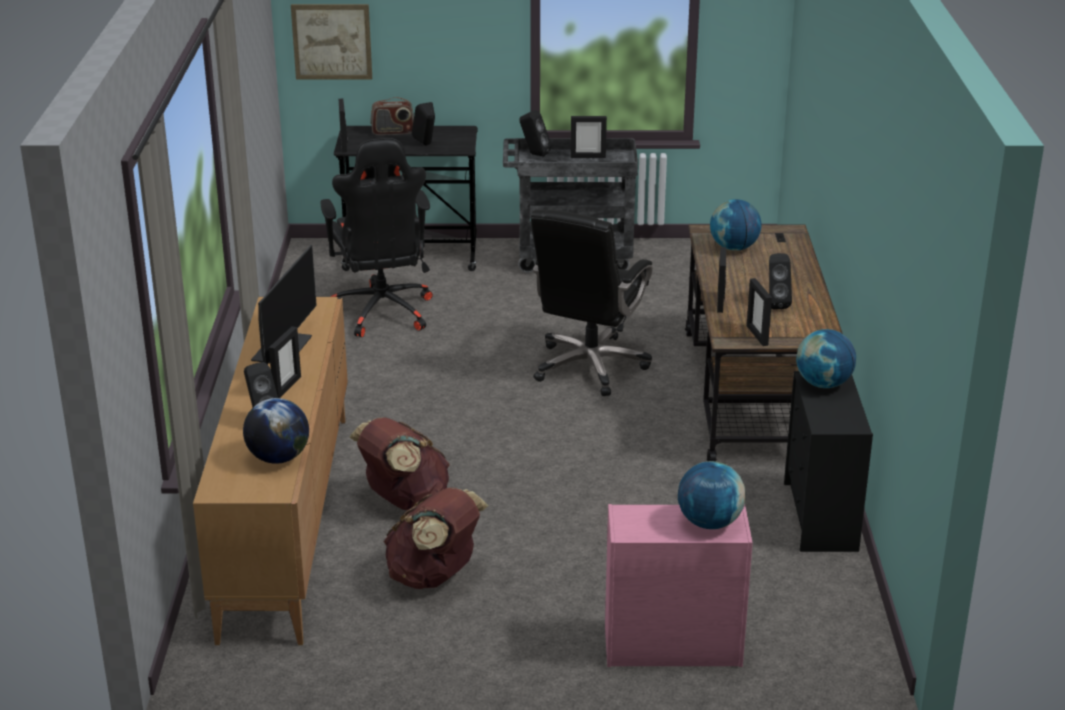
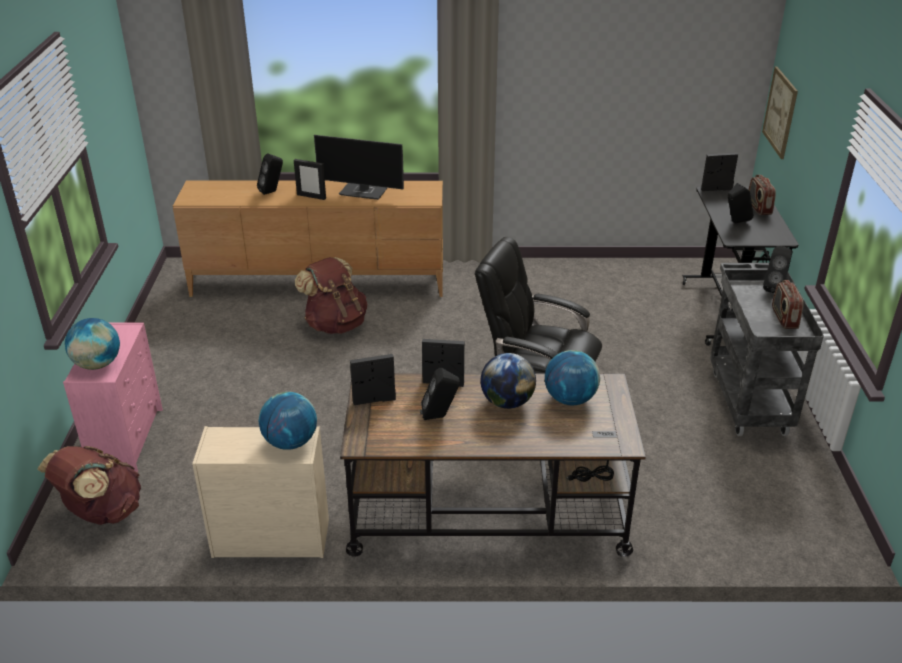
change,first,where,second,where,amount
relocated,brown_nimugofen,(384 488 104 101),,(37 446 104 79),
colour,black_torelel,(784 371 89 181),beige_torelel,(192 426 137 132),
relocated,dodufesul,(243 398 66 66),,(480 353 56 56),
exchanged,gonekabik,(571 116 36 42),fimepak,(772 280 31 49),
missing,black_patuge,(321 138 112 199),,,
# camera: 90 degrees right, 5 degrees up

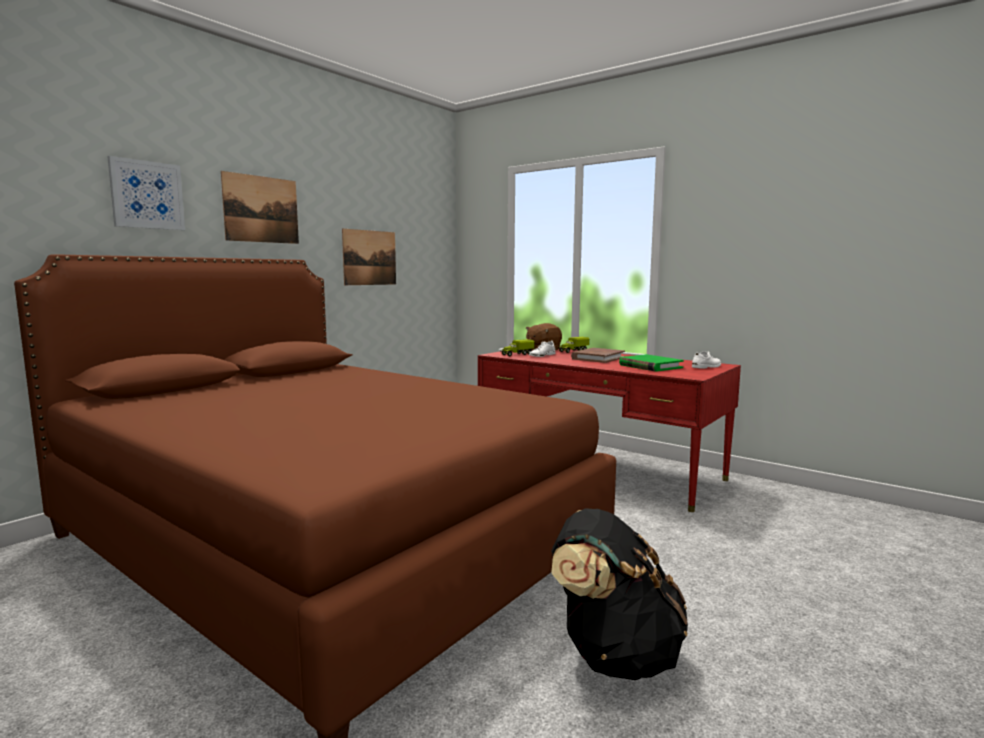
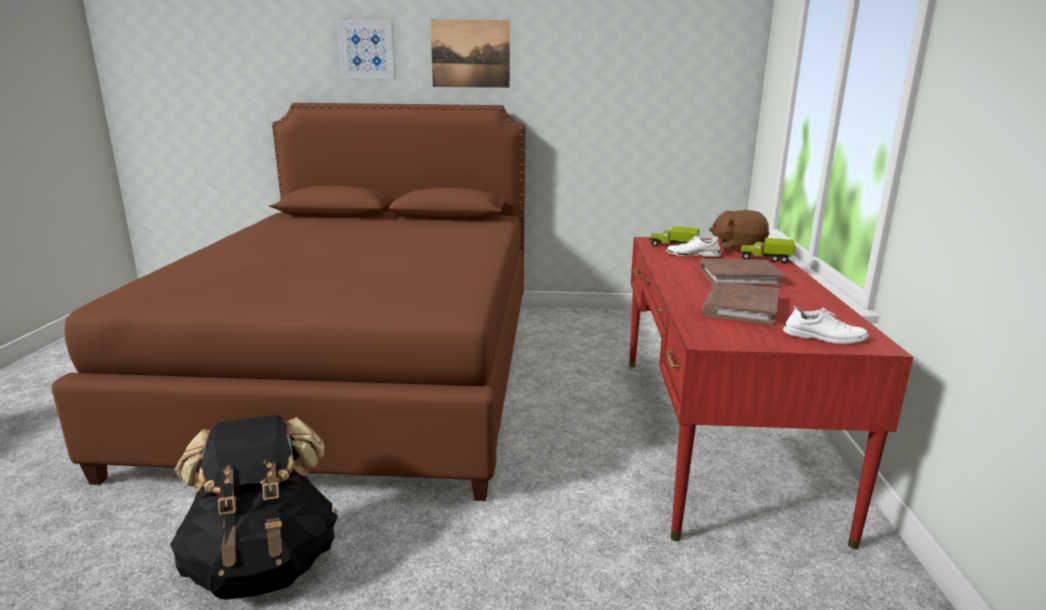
change,first,where,second,where,amount
colour,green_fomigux,(619 354 65 18),brown_fomigux,(702 282 77 44),
missing,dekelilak,(342 229 54 56),,,
# camera: 55 degrees right, 10 degrees up

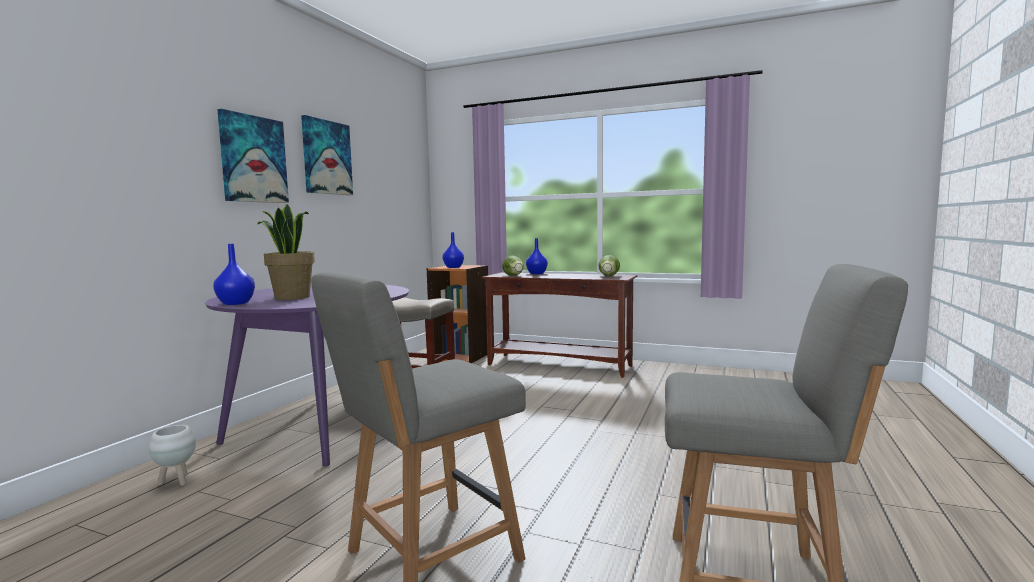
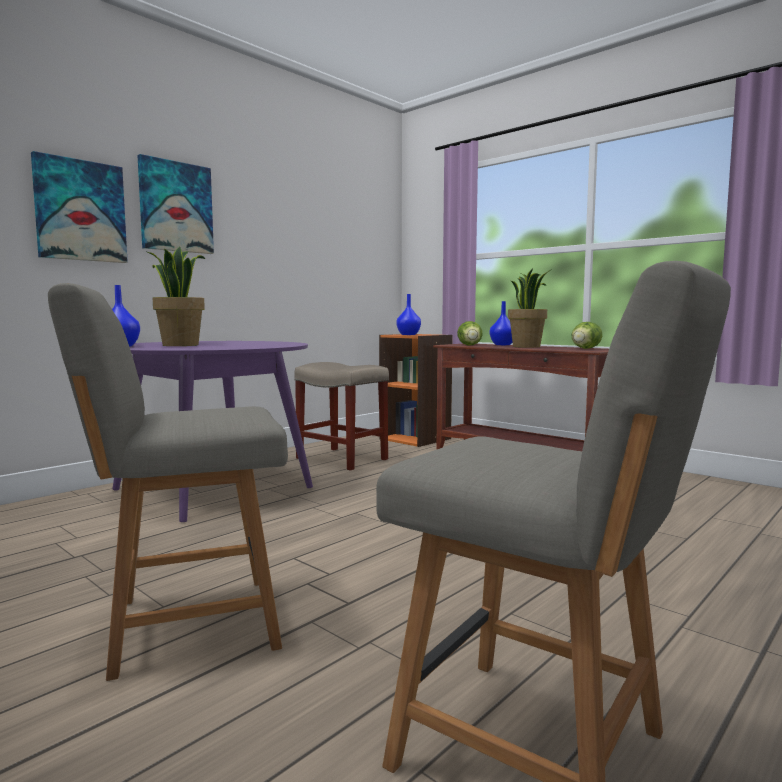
change,first,where,second,where,amount
relocated,dekelilak,(301 115 52 80),,(31 151 97 112),
appeared,,,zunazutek,(508 268 44 80),
missing,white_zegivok,(149 425 47 61),,,
# camera: 20 degrees right, 0 degrees up

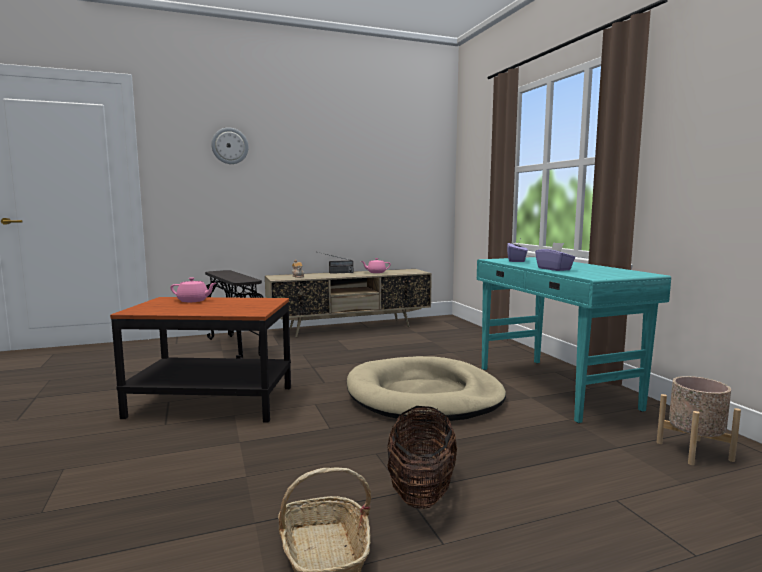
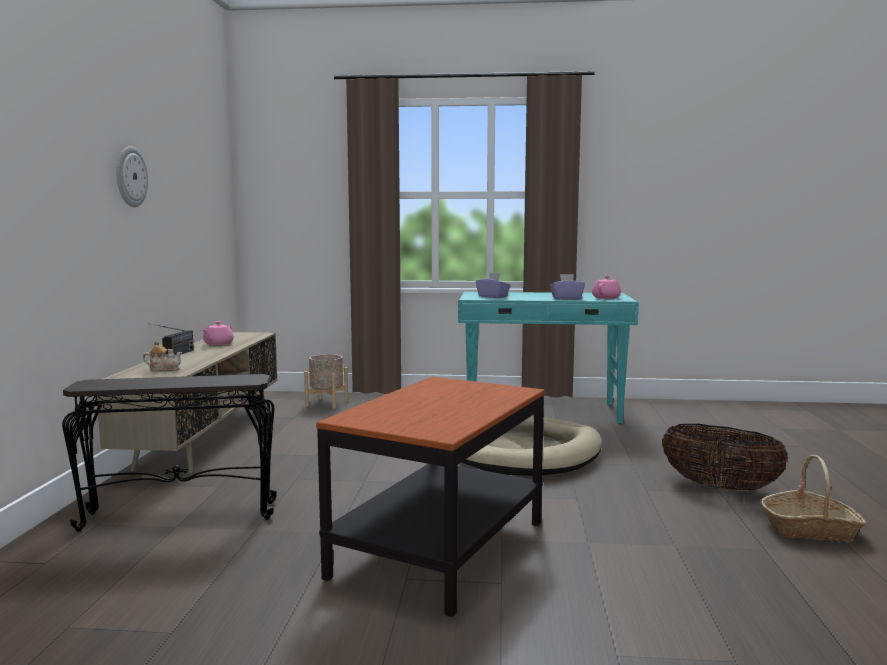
change,first,where,second,where,amount
relocated,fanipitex,(211 127 38 37),,(116 146 32 61),
relocated,beige_zegivok,(657 376 84 89),,(304 354 44 55),
relocated,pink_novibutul,(170 277 46 25),,(592 276 29 23),
# camera: 65 degrees left, 0 degrees up

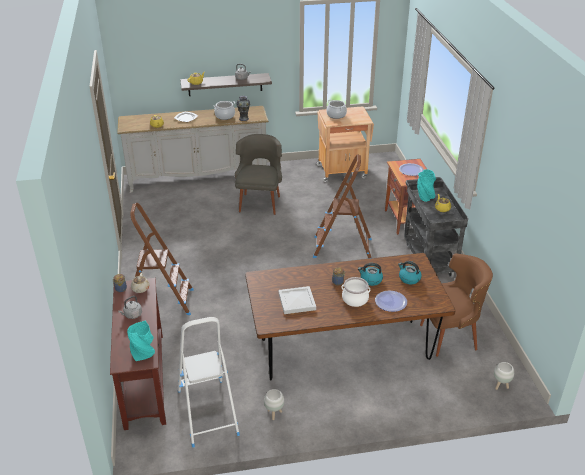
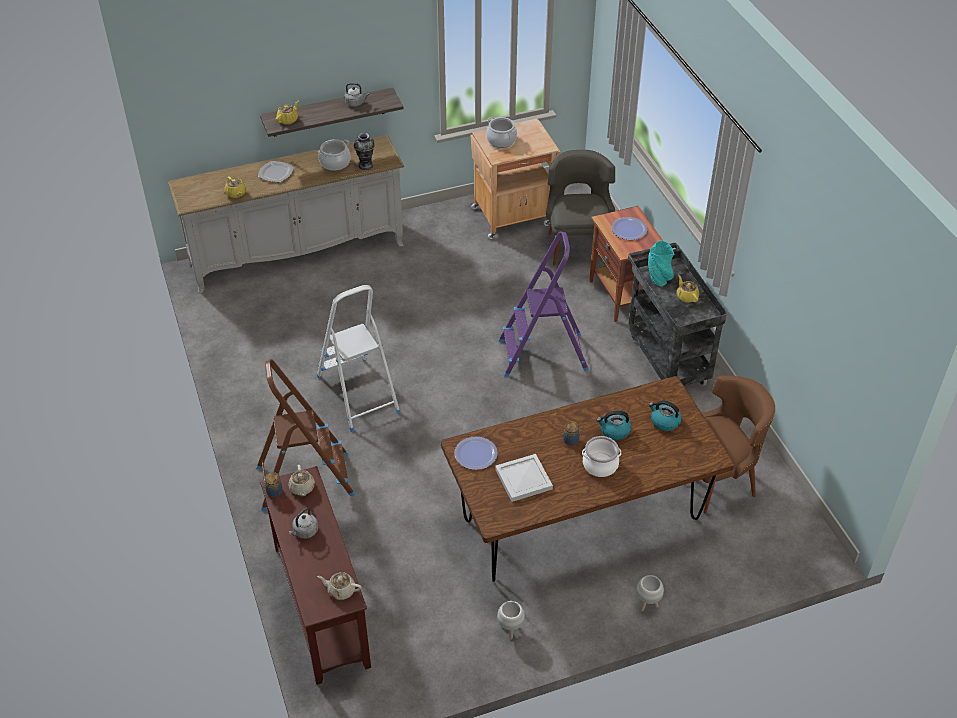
change,first,where,second,where,amount
relocated,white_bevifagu,(178 317 62 130),,(317 285 83 147),
exchanged,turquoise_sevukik,(127 321 28 40),beige_novibutul,(317 572 44 28),
relocated,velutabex,(375 291 32 21),,(454 437 44 33),
colour,brown_bevifagu,(313 154 59 105),purple_bevifagu,(498 231 91 146),
relocated,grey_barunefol,(235 134 47 81),,(546 150 69 116),
relocated,white_zegivok,(494 362 20 28),,(637 575 27 36),
# camera: 10 degrees left, 10 degrees up

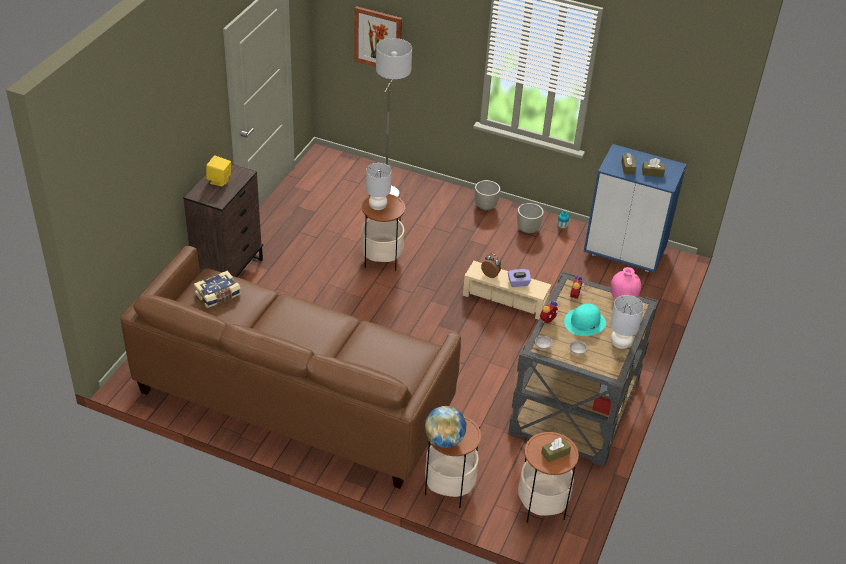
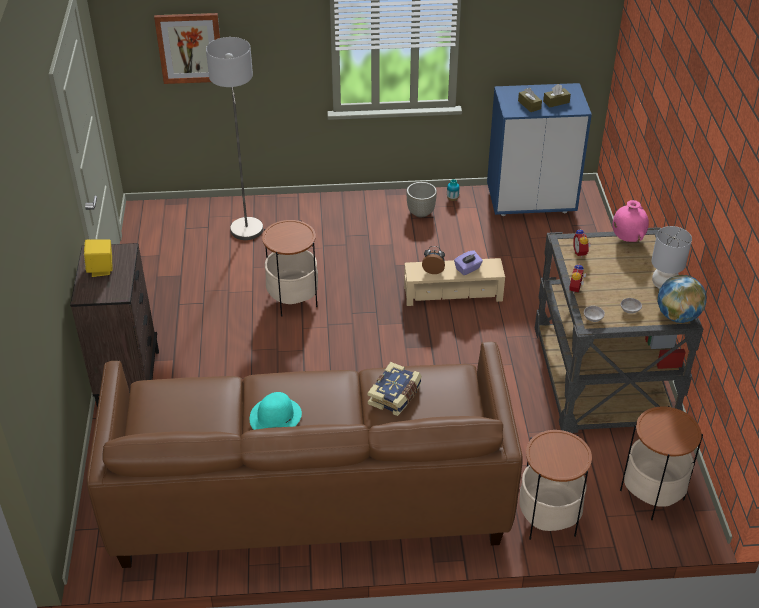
change,first,where,second,where,amount
relocated,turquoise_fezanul,(564 304 42 32),,(250 392 52 38),
relocated,fomigux,(194 271 47 37),,(368 362 54 54),
relocated,dodufesul,(425 406 41 42),,(657 275 50 48),
missing,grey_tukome,(366 163 25 47),,,
missing,grey_zegivok,(475 180 25 31),,,
missing,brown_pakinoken,(541 438 30 25),,,
# camera: 25 degrees left, 0 degrees up

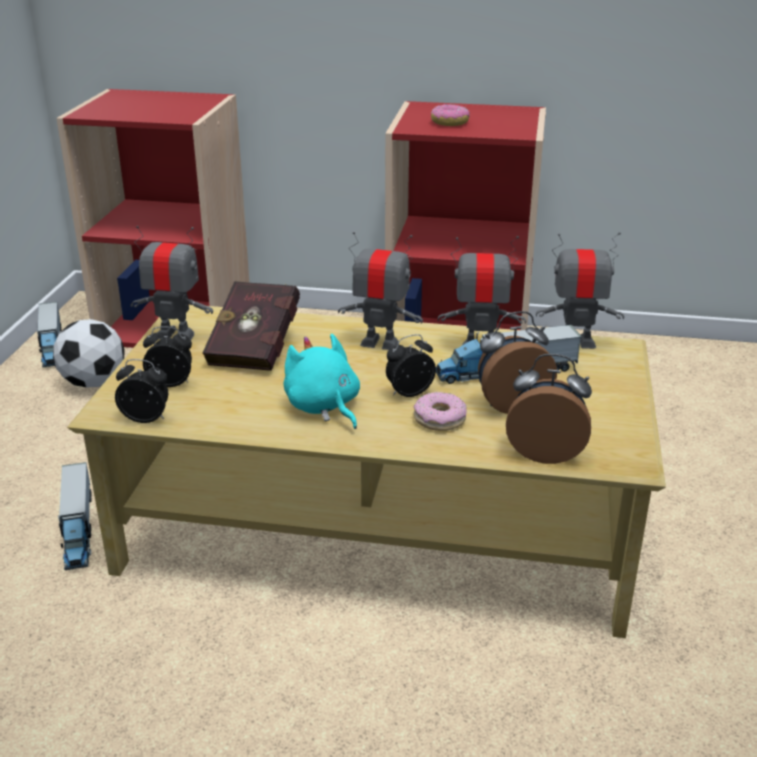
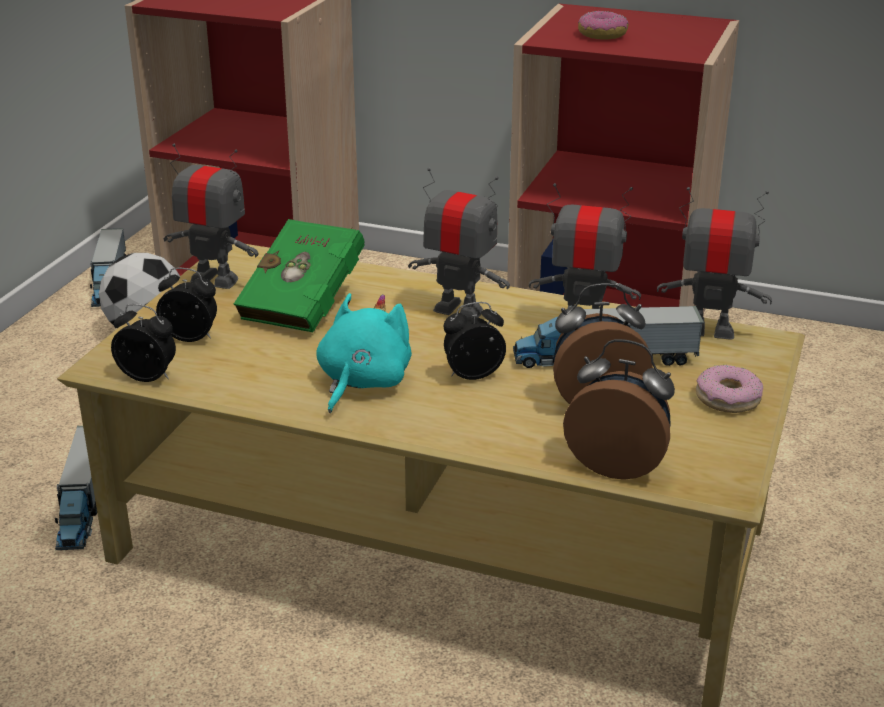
change,first,where,second,where,amount
colour,red_fomigux,(203 281 97 90),green_fomigux,(234 219 131 113),
spun,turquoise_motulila,(284 334 76 95),,(316 293 96 120),45 degrees clockwise
relocated,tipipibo,(414 392 53 39),,(696 365 67 48),
# camera: 10 degrees right, 0 degrees up

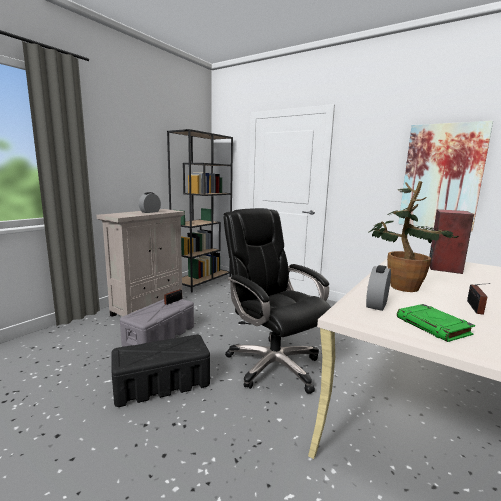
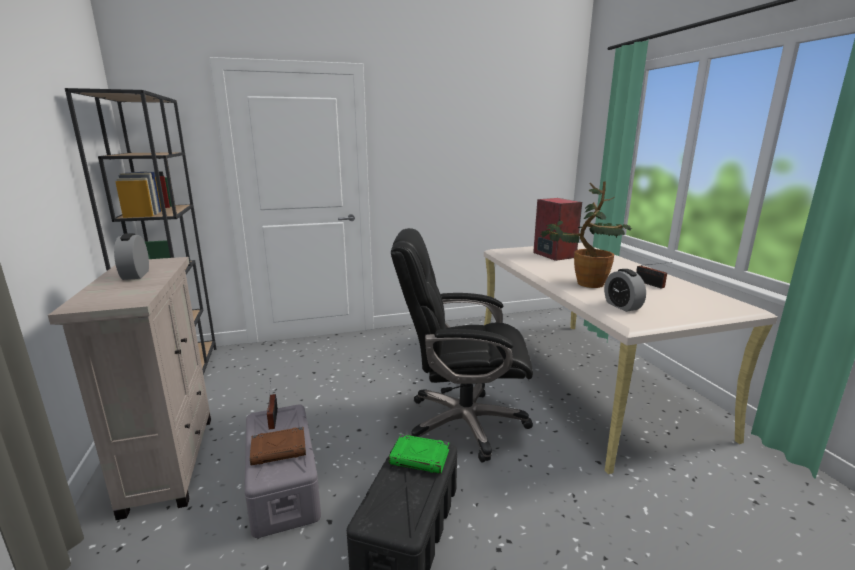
change,first,where,second,where,amount
appeared,,,brown_fomigux,(250 427 56 39),
relocated,green_fomigux,(397 304 78 38),,(389 434 60 40),
missing,dekelilak,(398 121 95 110),,,
# camera: 50 degrees left, 5 degrees up

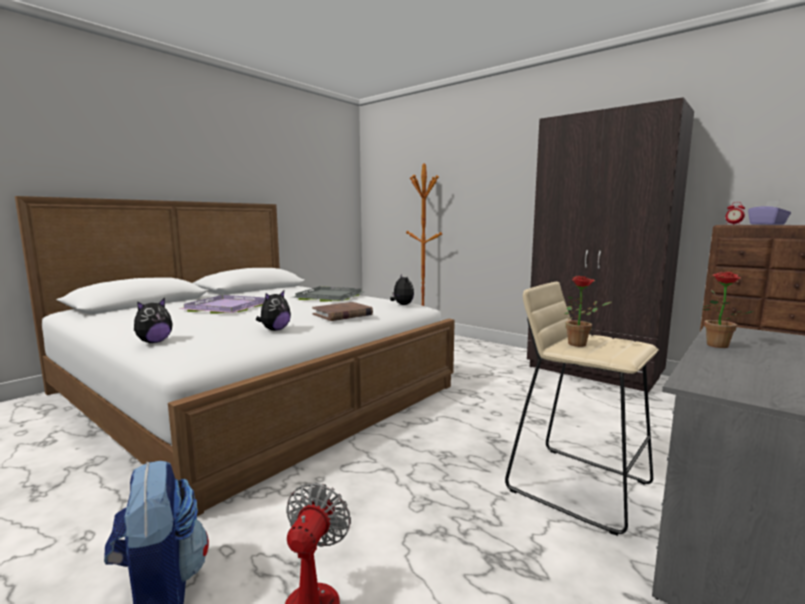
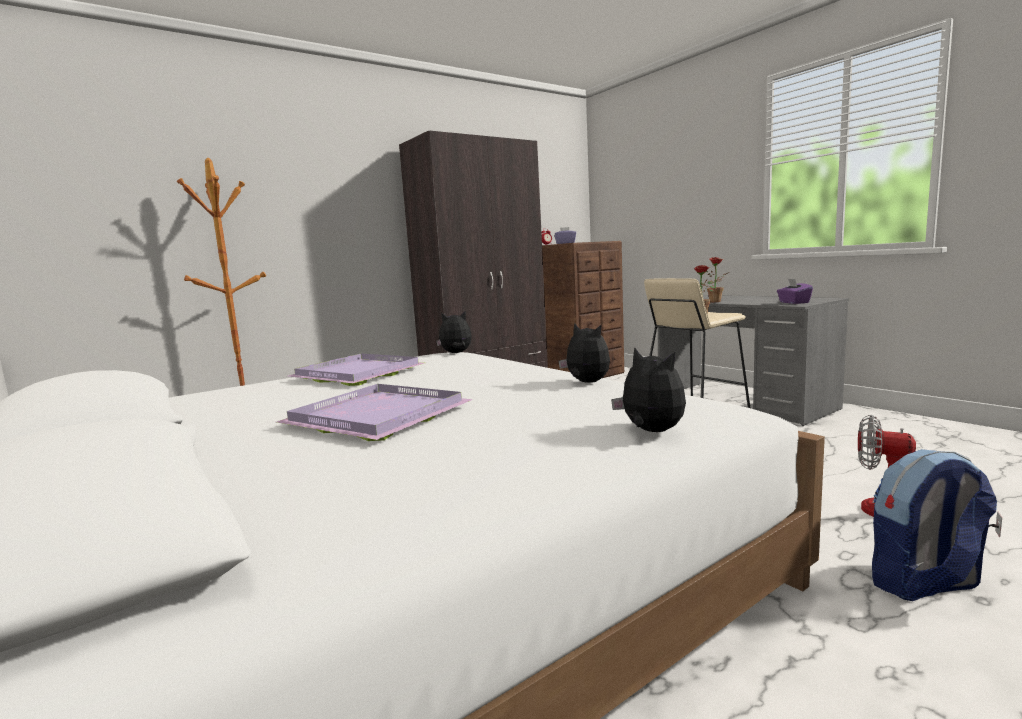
change,first,where,second,where,amount
colour,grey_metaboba,(291 286 73 16),purple_metaboba,(288 354 136 32),
appeared,,,purple_pakinoken,(777 278 36 26),
missing,brown_fomigux,(312 302 61 19),,,
# camera: 75 degrees left, 0 degrees up

